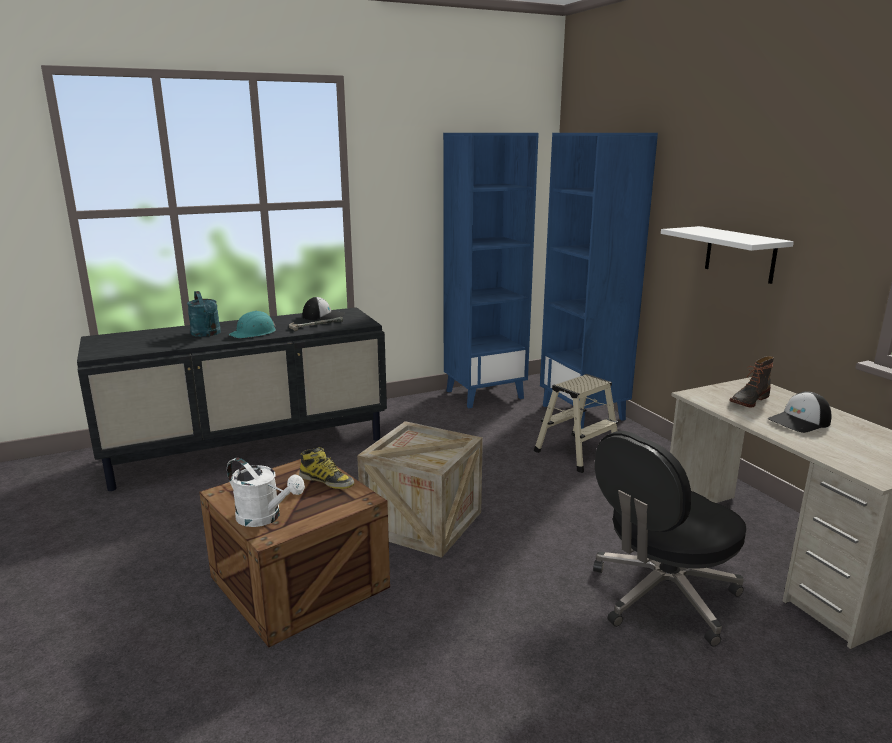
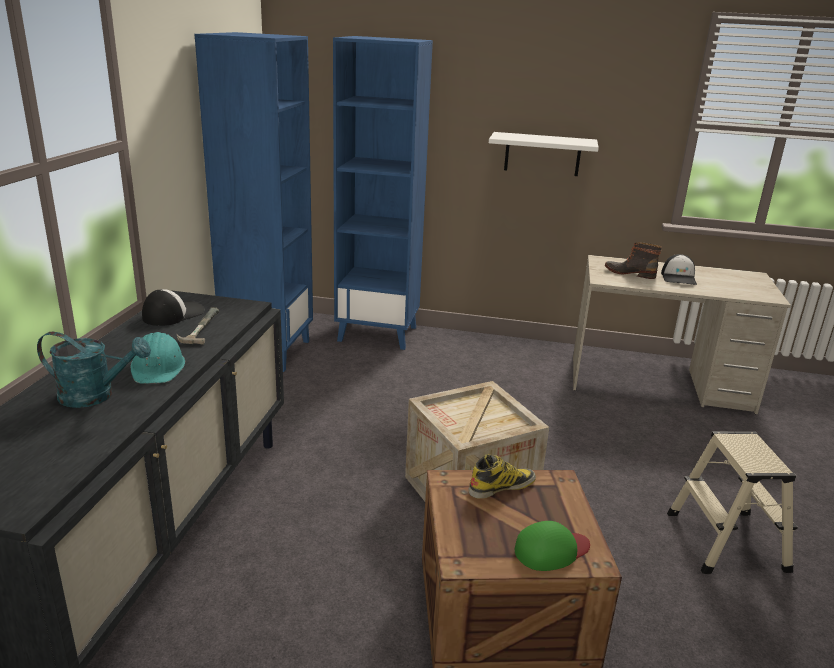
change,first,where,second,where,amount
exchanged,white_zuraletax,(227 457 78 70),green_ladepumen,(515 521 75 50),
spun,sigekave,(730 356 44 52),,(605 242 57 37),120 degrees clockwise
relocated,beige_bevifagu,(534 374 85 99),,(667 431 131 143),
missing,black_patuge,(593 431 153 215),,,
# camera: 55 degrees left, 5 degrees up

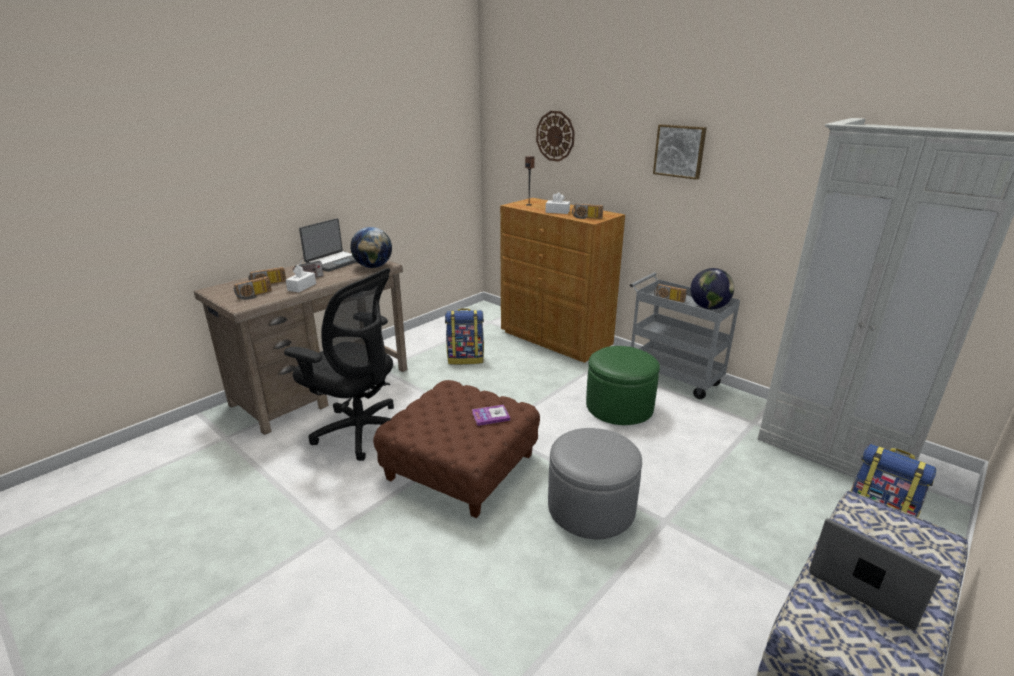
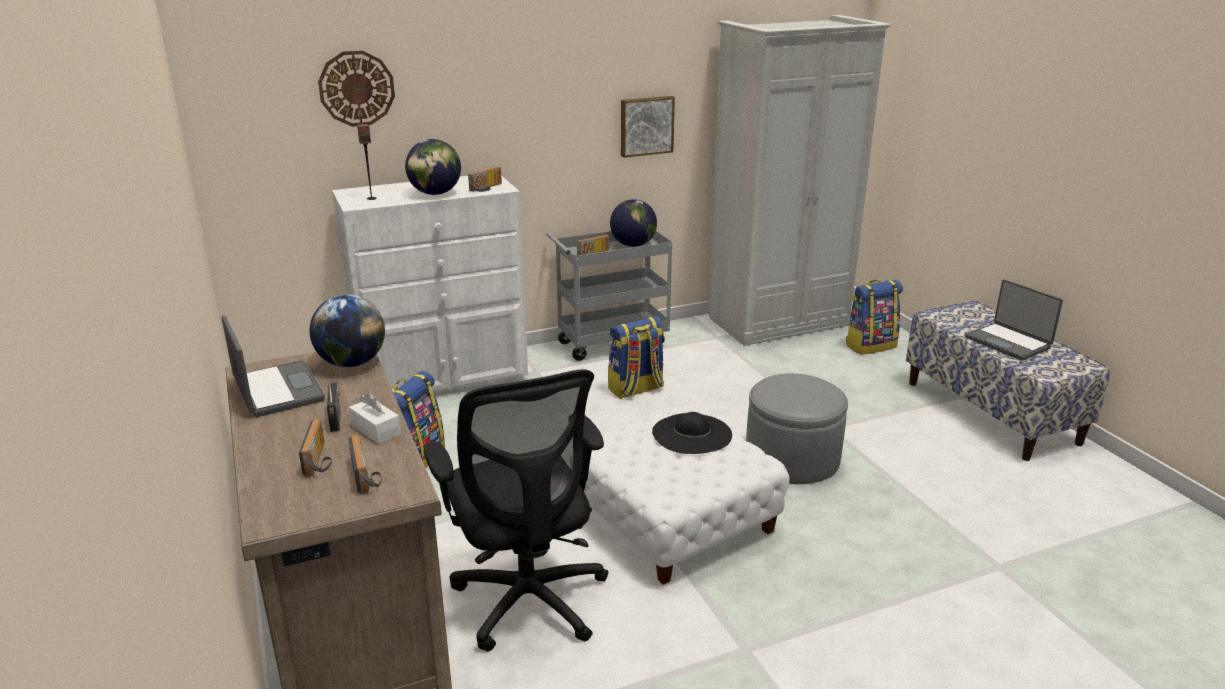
change,first,where,second,where,amount
colour,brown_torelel,(500 198 125 165),white_torelel,(332 176 196 220),
exchanged,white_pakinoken,(546 192 24 22),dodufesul,(405 139 56 56),
spun,black_patuge,(284 268 110 193),,(424 369 184 283),105 degrees clockwise
colour,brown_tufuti,(373 380 167 138),white_tufuti,(584 406 206 179),
exchanged,green_tufuti,(586 346 74 79),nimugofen,(608 316 56 83),
relocated,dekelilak,(653 124 54 56),,(621 96 54 62),
exchanged,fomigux,(472 405 38 21),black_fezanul,(652 412 80 42),
spun,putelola,(809 518 132 112),,(965 279 98 82),105 degrees counterclockwise
# camera: 65 degrees left, 0 degrees up

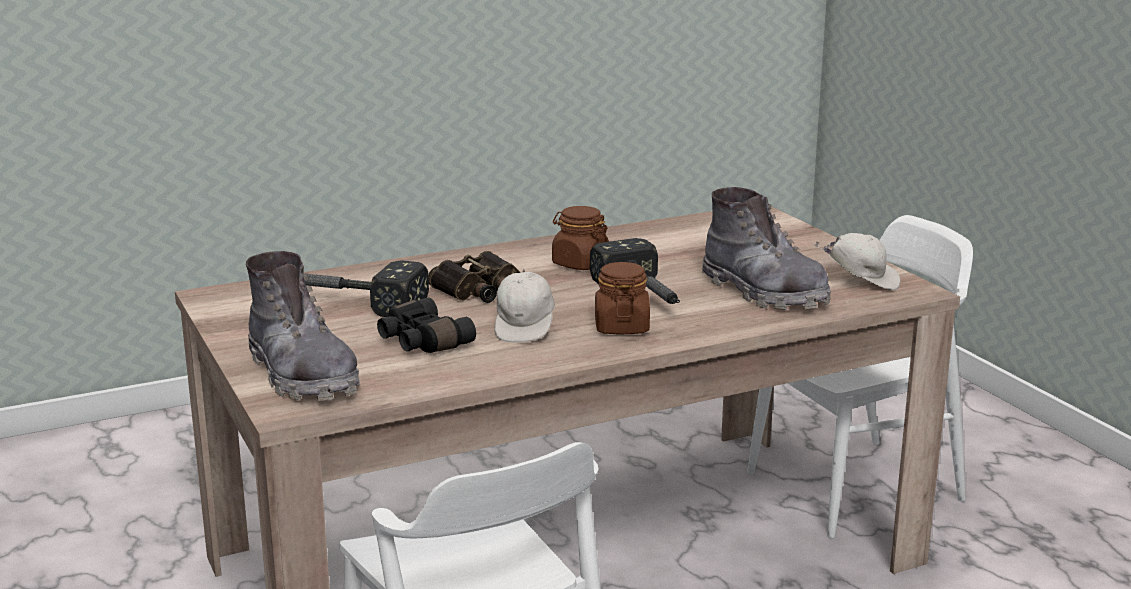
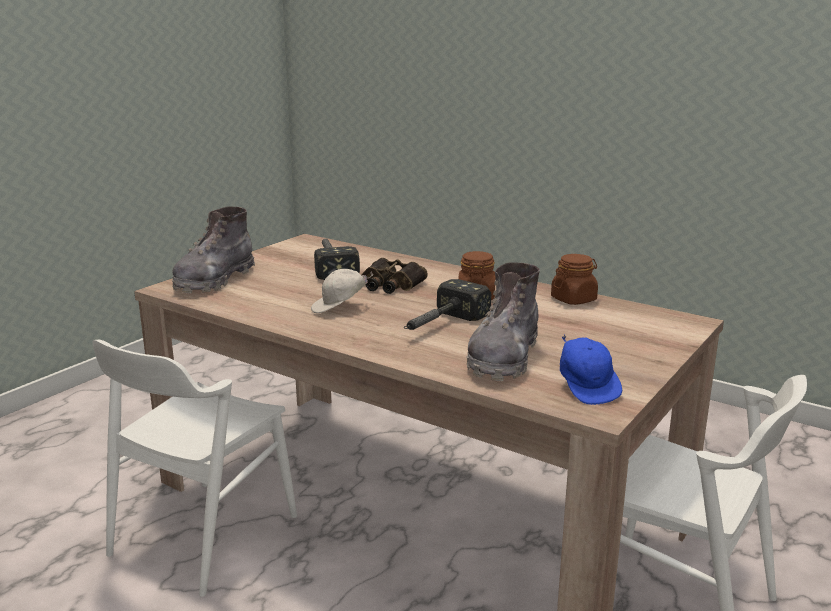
change,first,where,second,where,amount
relocated,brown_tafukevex,(595 262 55 73),,(551 254 47 51),
colour,white_ladepumen,(814 233 86 57),blue_ladepumen,(560 335 62 70),
missing,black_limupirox,(377 297 99 56),,,
# camera: 60 degrees right, 0 degrees up

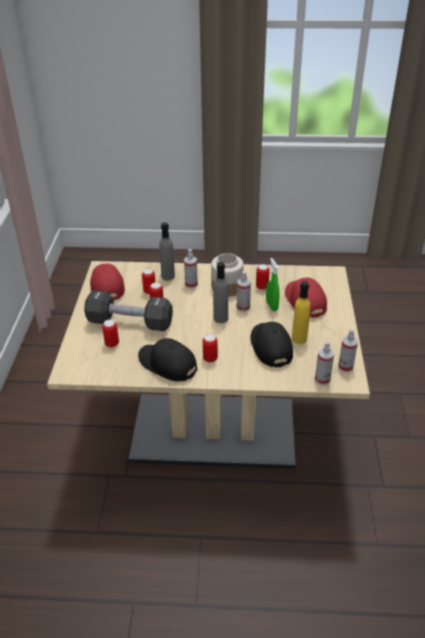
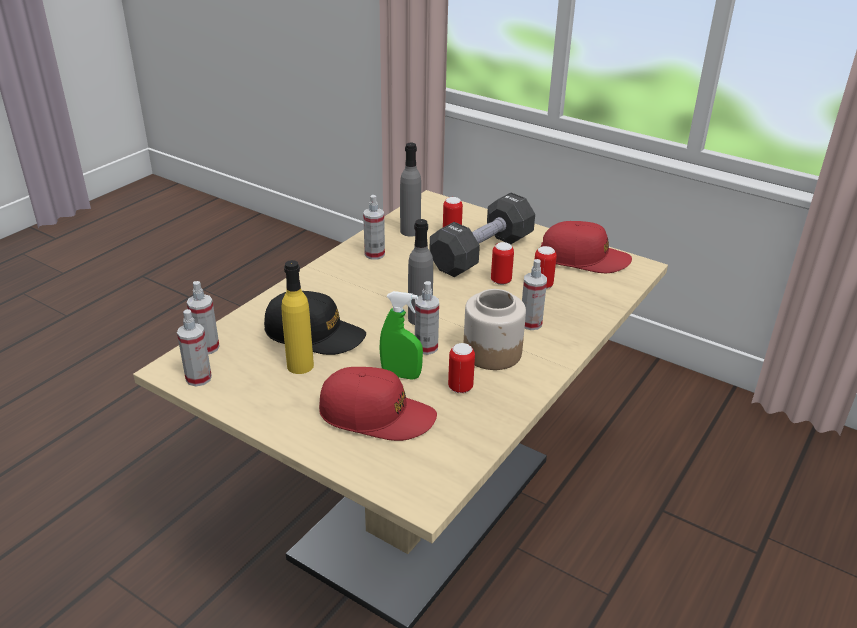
change,first,where,second,where,amount
exchanged,black_ladepumen,(138 338 59 44),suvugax,(363 195 22 65),
relocated,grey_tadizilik,(159 222 16 59),,(400 143 21 94),
missing,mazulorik,(203 334 15 28),,,
# camera: 120 degrees right, 5 degrees down

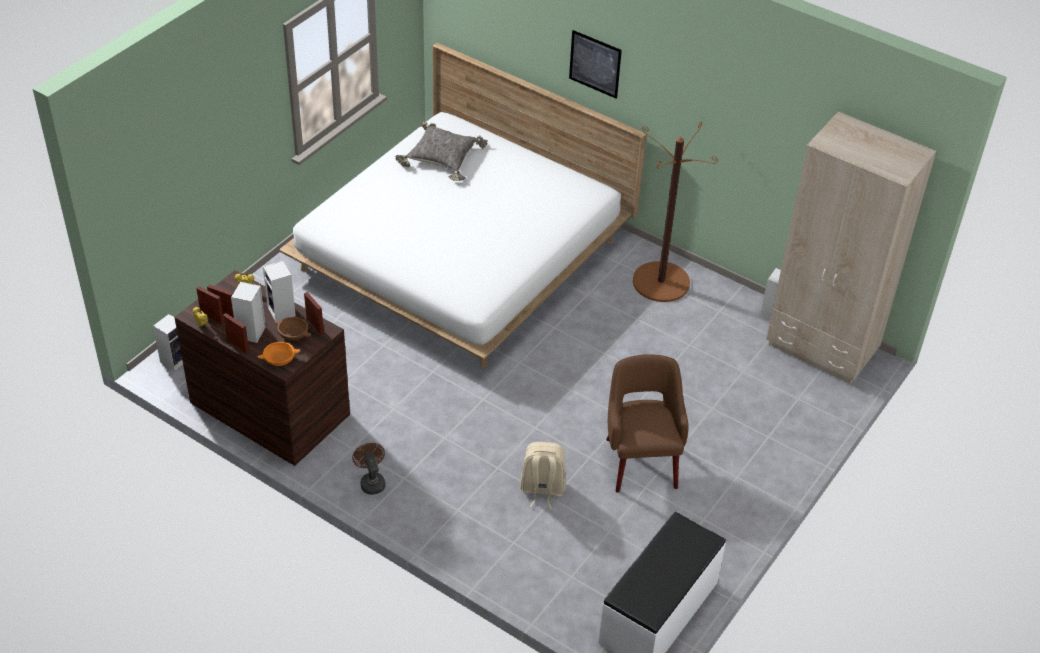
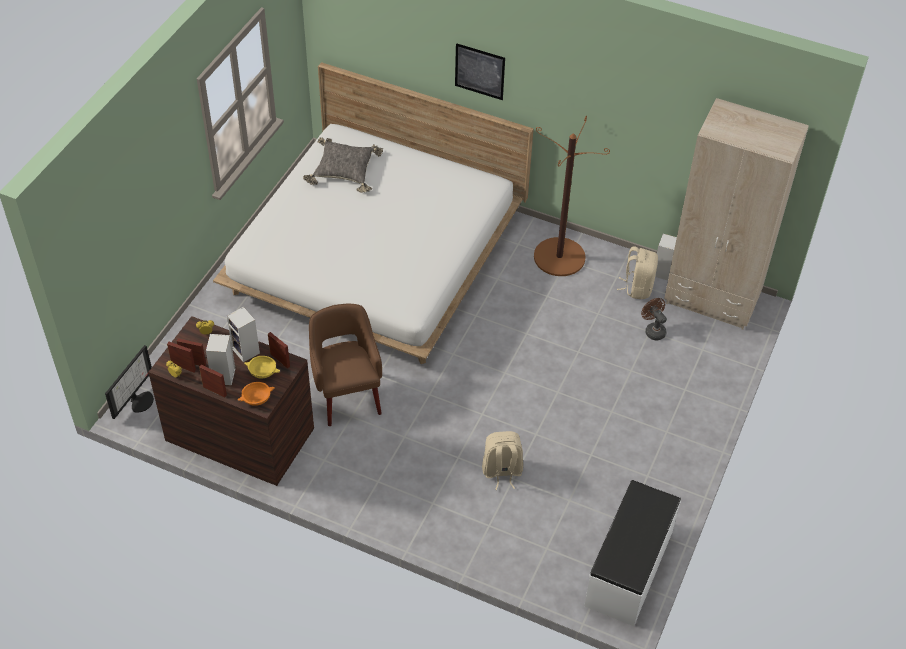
change,first,where,second,where,amount
exchanged,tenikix,(153 314 30 57),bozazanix,(105 345 49 74),
colour,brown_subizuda,(275 317 36 24),yellow_subizuda,(244 356 37 23),
relocated,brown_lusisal,(606 354 82 139),,(309 304 73 122),
appeared,,,beige_nimugofen,(617 246 41 53),
relocated,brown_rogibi,(352 443 33 52),,(641 298 26 42),
# camera: 10 degrees left, 5 degrees up

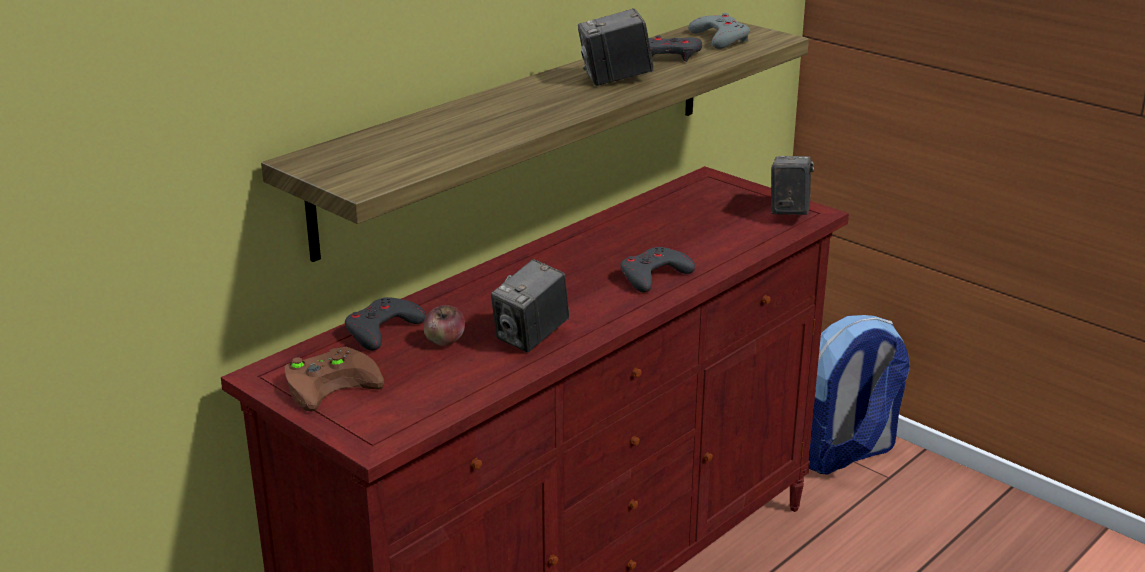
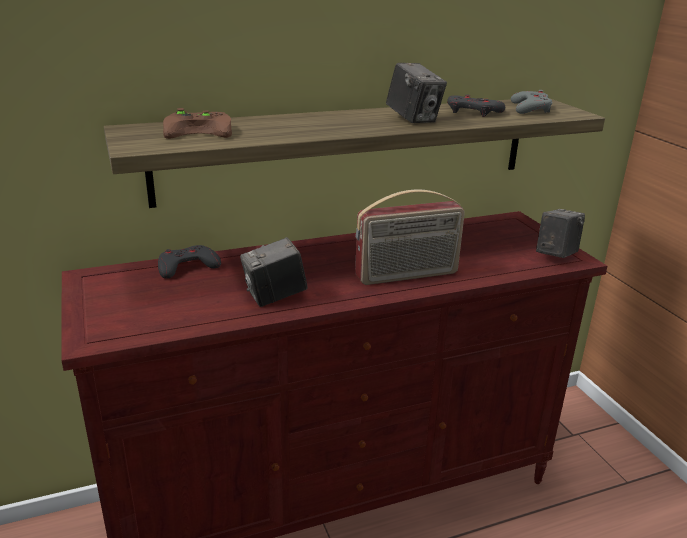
change,first,where,second,where,amount
relocated,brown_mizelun,(285 347 99 65),,(163 108 69 31),
exchanged,grey_mizelun,(620 247 76 46),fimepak,(355 189 110 96),
spun,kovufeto,(578 8 75 78),,(386 63 61 60),135 degrees counterclockwise
missing,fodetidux,(423 305 42 41),,,
missing,nimugofen,(809 315 101 160),,,
# camera: 25 degrees right, 0 degrees up

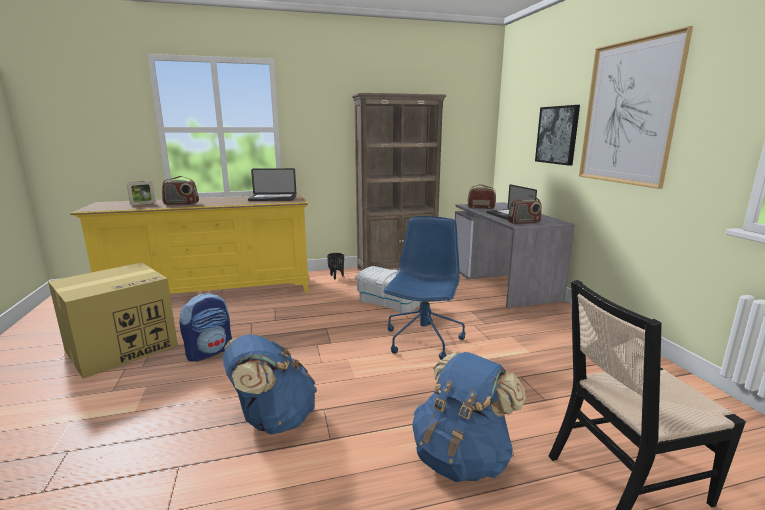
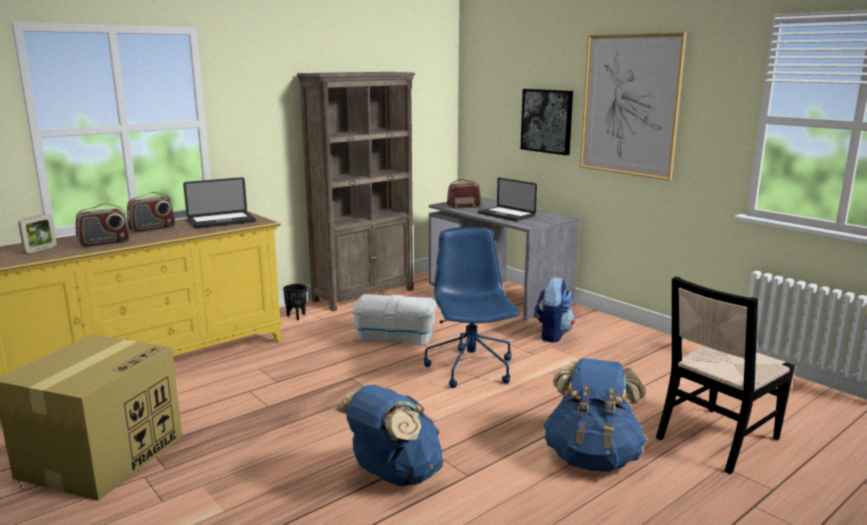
change,first,where,second,where,amount
relocated,fimepak,(508 195 34 30),,(127 192 48 41),
relocated,nimugofen,(180 293 52 69),,(534 277 41 65),
# camera: 25 degrees left, 0 degrees up

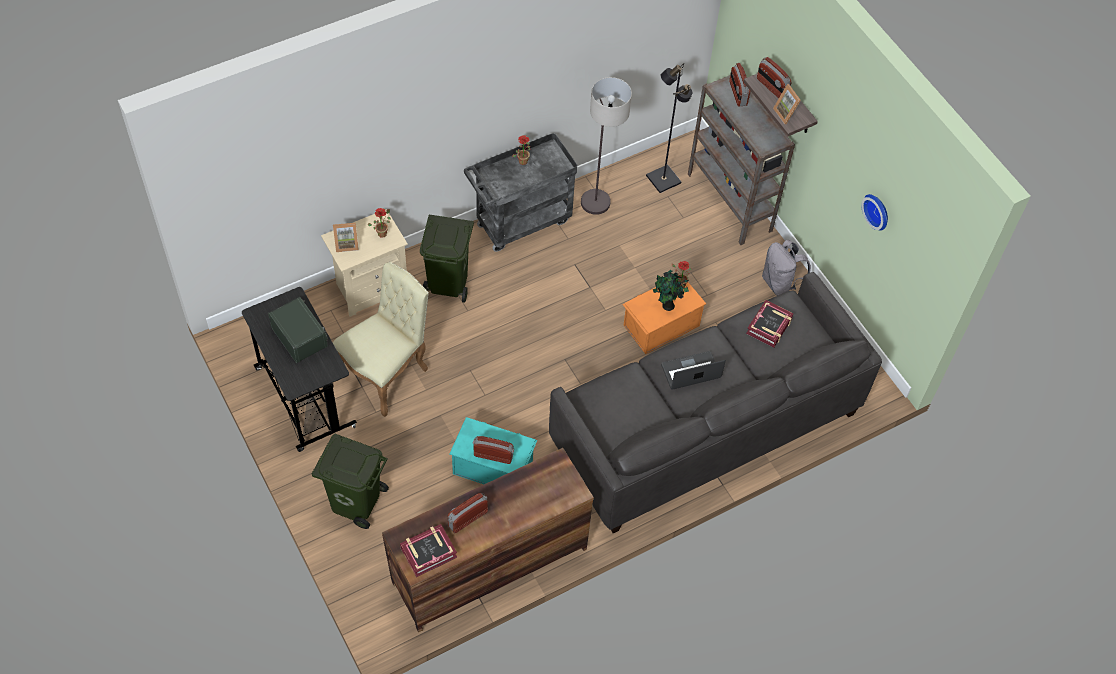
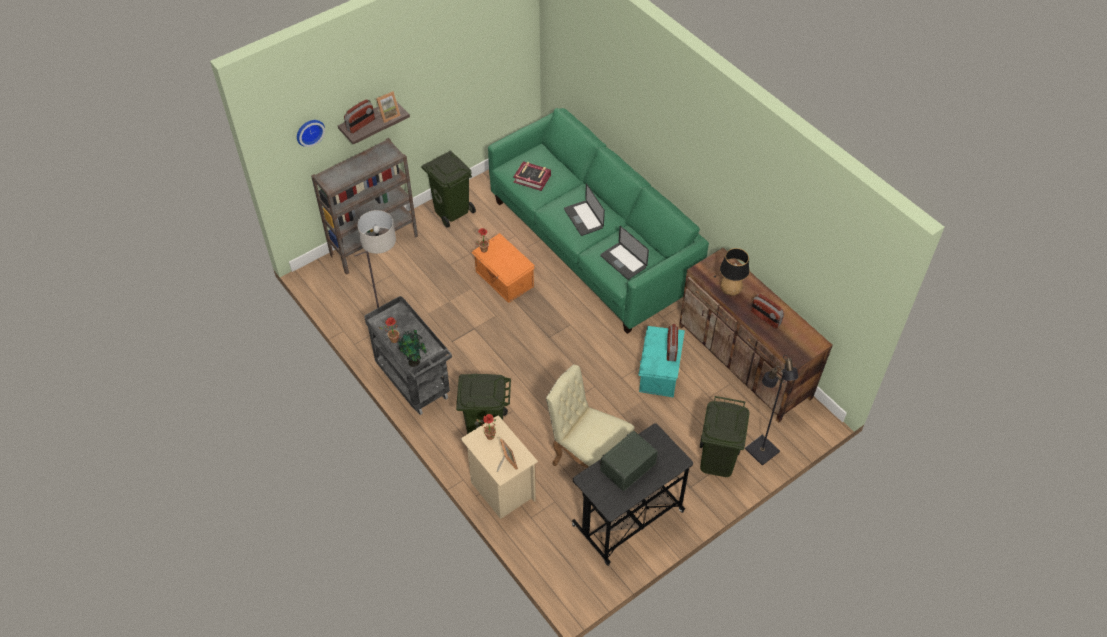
change,first,where,second,where,amount
relocated,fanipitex,(861 194 27 37),,(297 120 28 27),
relocated,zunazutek,(653 270 36 41),,(398 330 29 37),
exchanged,grey_nimugofen,(762 240 49 56),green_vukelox,(422 151 54 77),
colour,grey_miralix,(549 272 333 261),green_miralix,(488 108 221 226),
appeared,,,putelola,(600 226 49 54),
appeared,,,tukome,(713 248 37 48),
relocated,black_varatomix,(646 63 46 130),,(745 355 53 111),
missing,fomigux,(400 524 57 53),,,
missing,fimepak,(729 63 21 44),,,
# camera: 95 degrees left, 5 degrees down

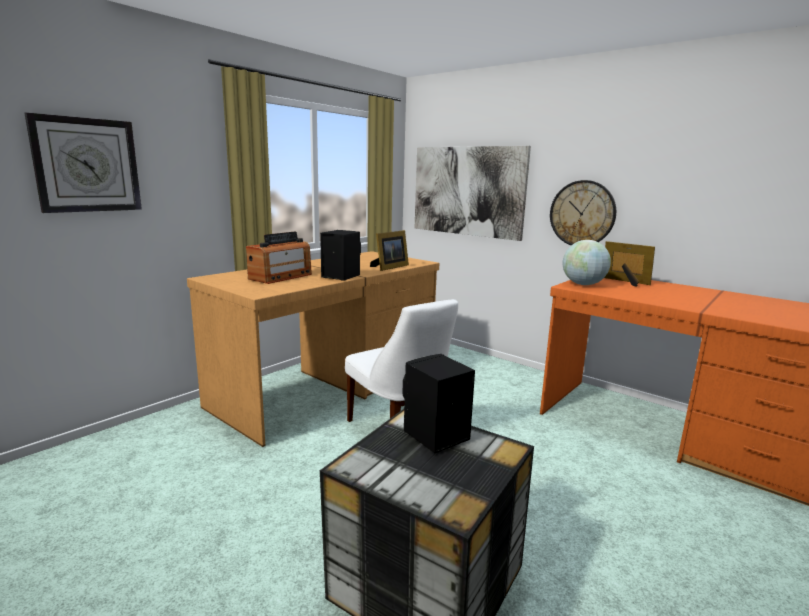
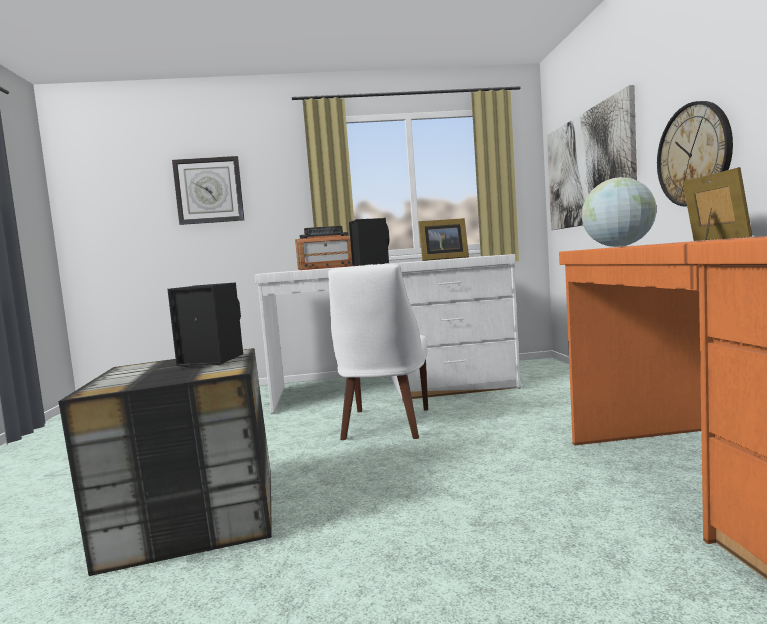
change,first,where,second,where,amount
colour,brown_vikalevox,(187 251 252 196),white_vikalevox,(255 254 266 160),
# camera: 45 degrees right, 10 degrees down

